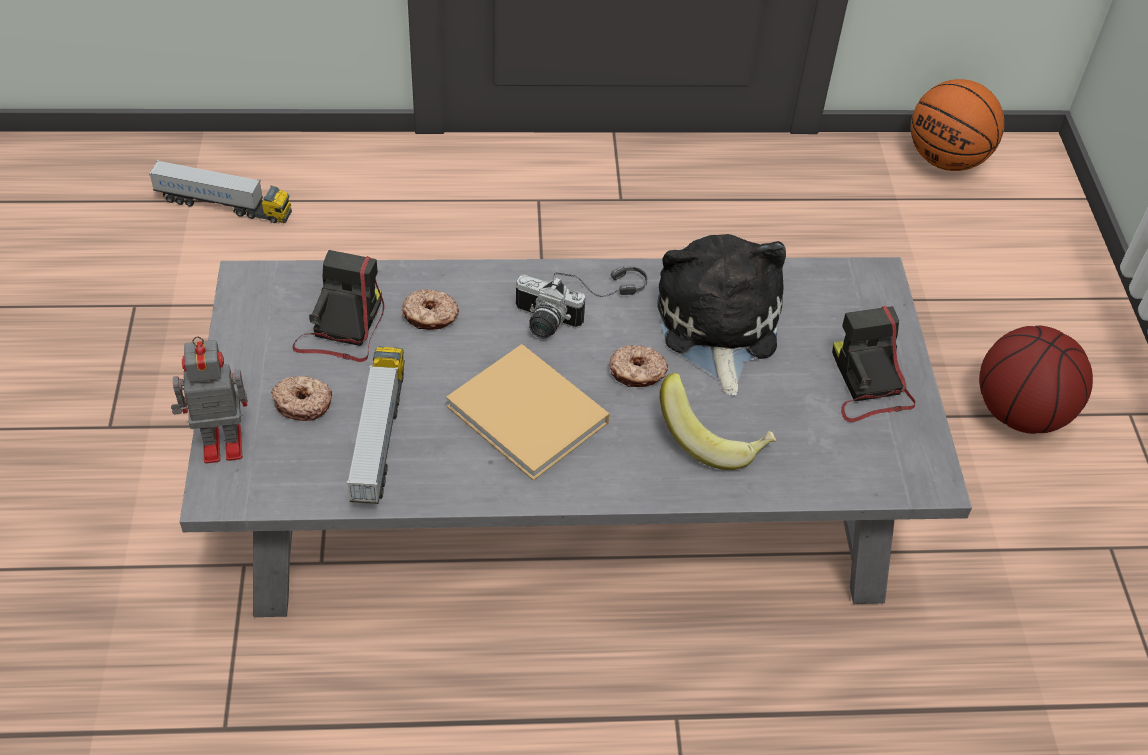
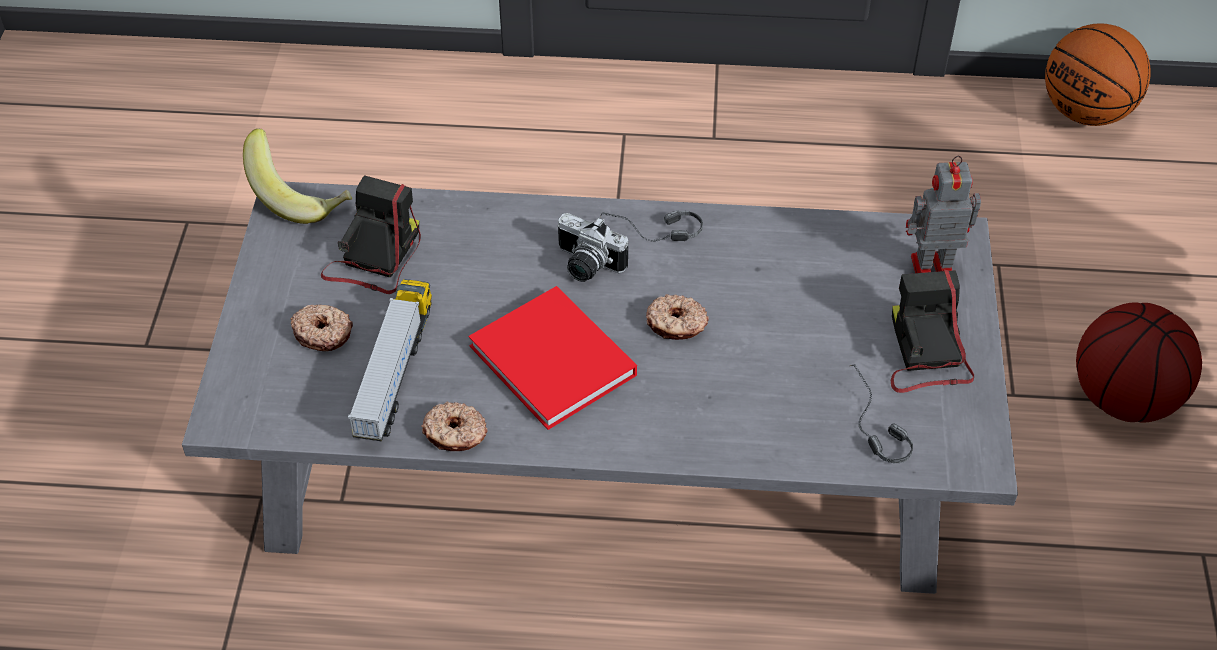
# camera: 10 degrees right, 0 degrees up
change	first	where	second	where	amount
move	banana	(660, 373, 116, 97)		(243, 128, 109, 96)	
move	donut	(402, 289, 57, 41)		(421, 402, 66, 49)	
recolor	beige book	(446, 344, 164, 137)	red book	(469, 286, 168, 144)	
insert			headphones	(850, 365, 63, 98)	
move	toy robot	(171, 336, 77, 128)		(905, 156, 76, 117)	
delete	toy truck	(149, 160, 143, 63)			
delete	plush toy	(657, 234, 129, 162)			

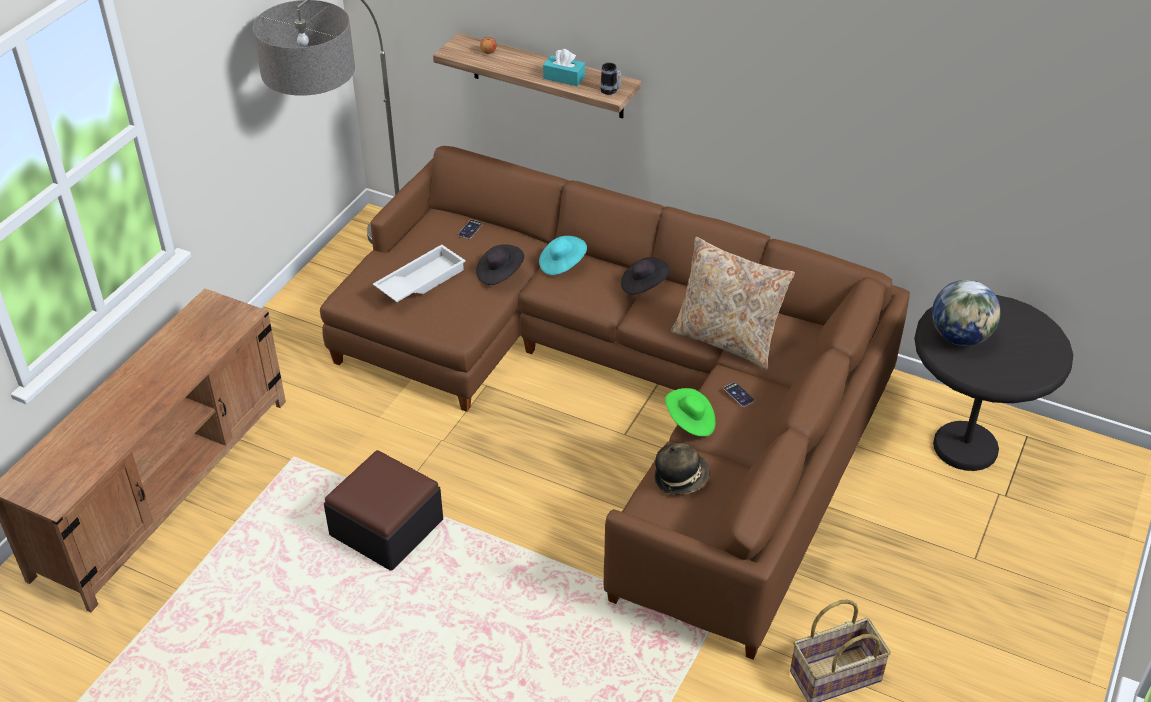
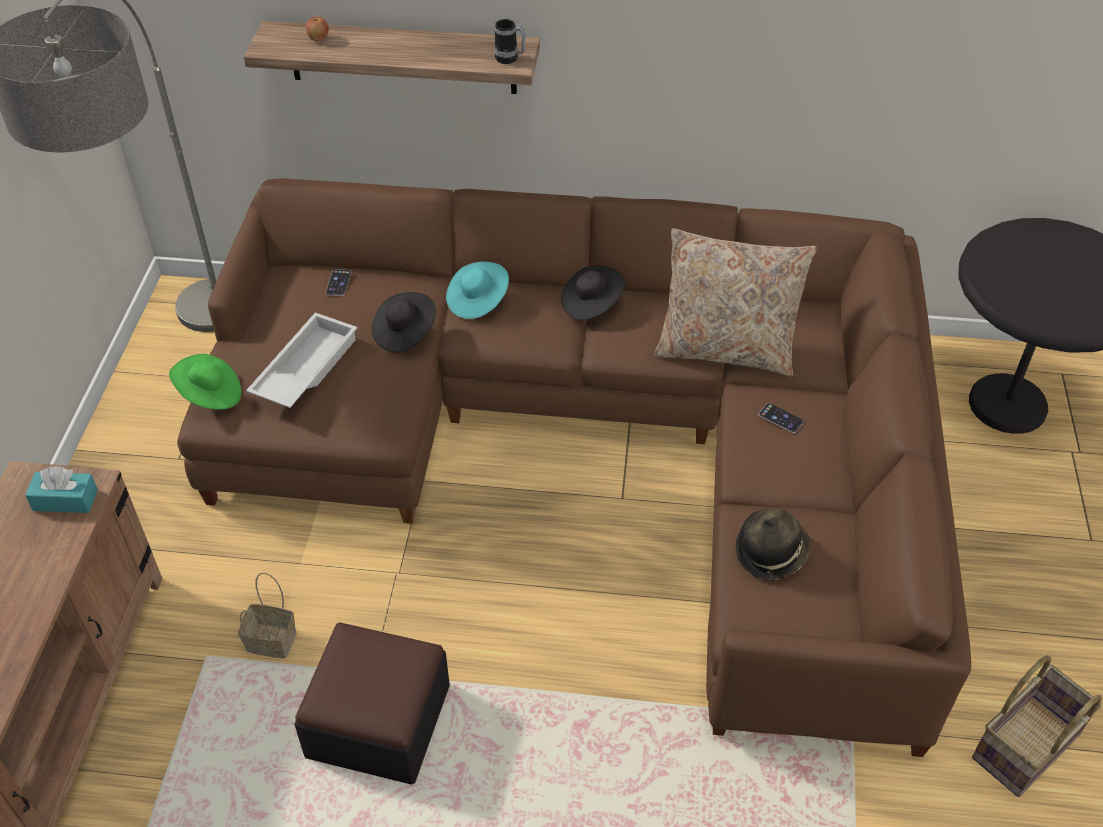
# camera: 20 degrees left, 5 degrees up
change	first	where	second	where	amount
move	turquoise tissue box	(543, 49, 42, 37)		(25, 467, 73, 46)	
move	green hat	(665, 388, 50, 49)		(169, 354, 72, 56)	
insert			basket	(238, 573, 58, 85)	
delete	globe	(932, 279, 69, 67)			

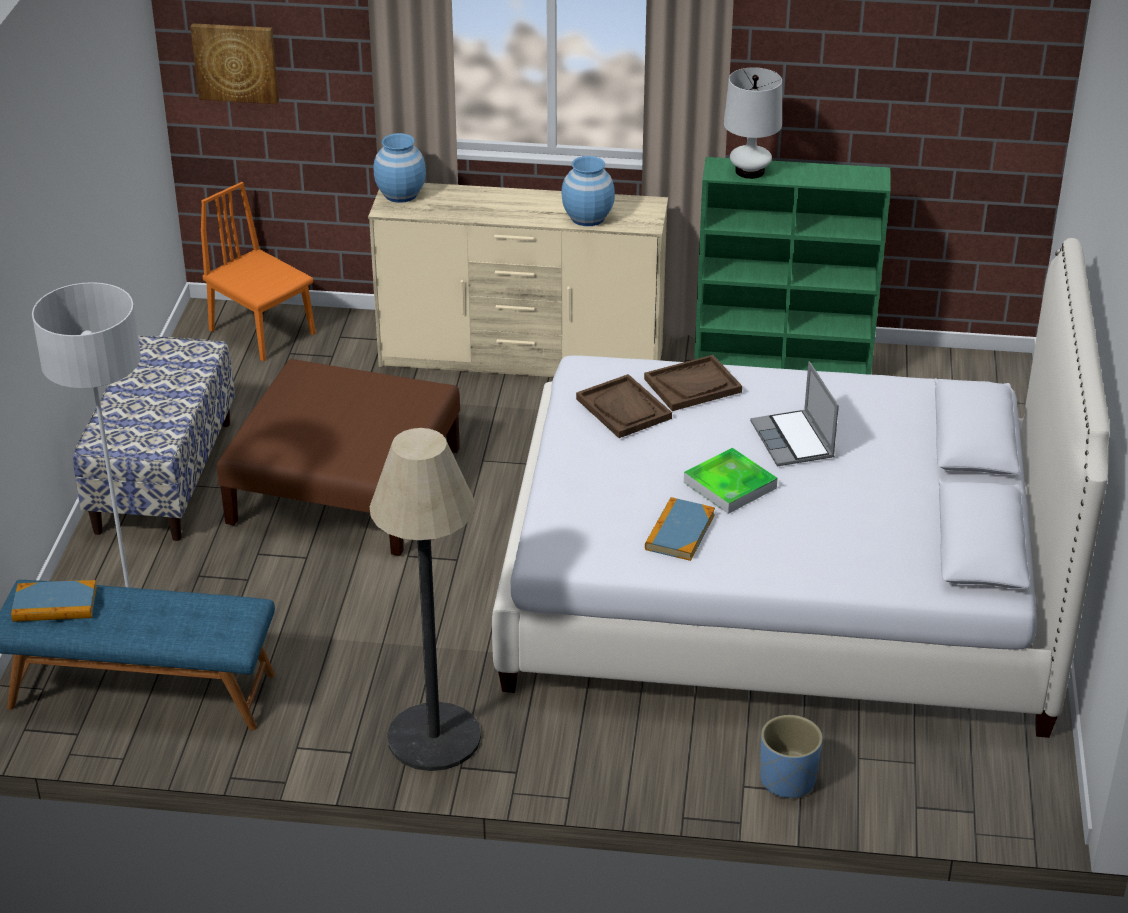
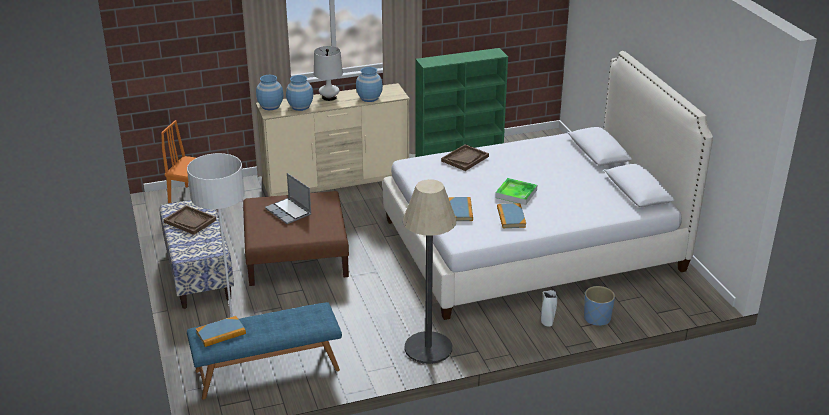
# camera: 25 degrees left, 5 degrees down
change	first	where	second	where	amount
move	brown tray	(576, 374, 96, 64)		(164, 205, 52, 30)	
move	laptop	(750, 362, 89, 104)		(265, 173, 47, 51)	
insert			blue vase	(286, 75, 27, 36)	
move	white table lamp	(724, 67, 58, 112)		(314, 46, 29, 55)	
insert			book	(448, 197, 25, 24)	
insert			white vase	(541, 290, 16, 37)	
delete	picture	(190, 23, 89, 81)			

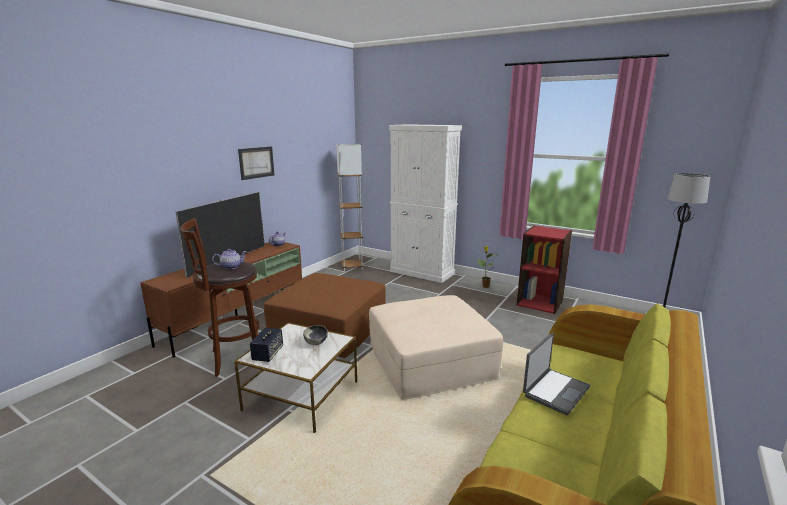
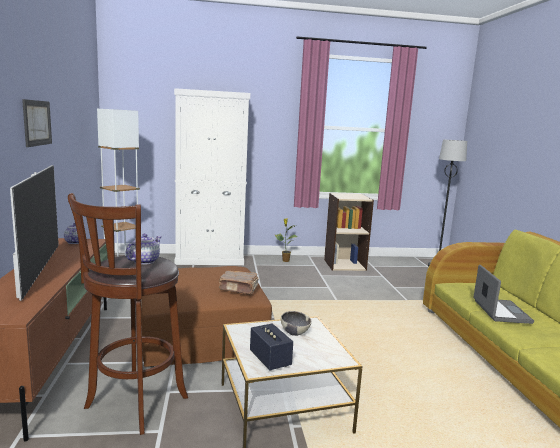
# camera: 40 degrees left, 5 degrees down
change	first	where	second	where	amount
insert			brown book	(219, 270, 40, 25)	
recolor	red bookcase	(517, 225, 55, 89)	beige bookcase	(324, 193, 50, 78)	
delete	beige ottoman	(369, 295, 134, 105)			

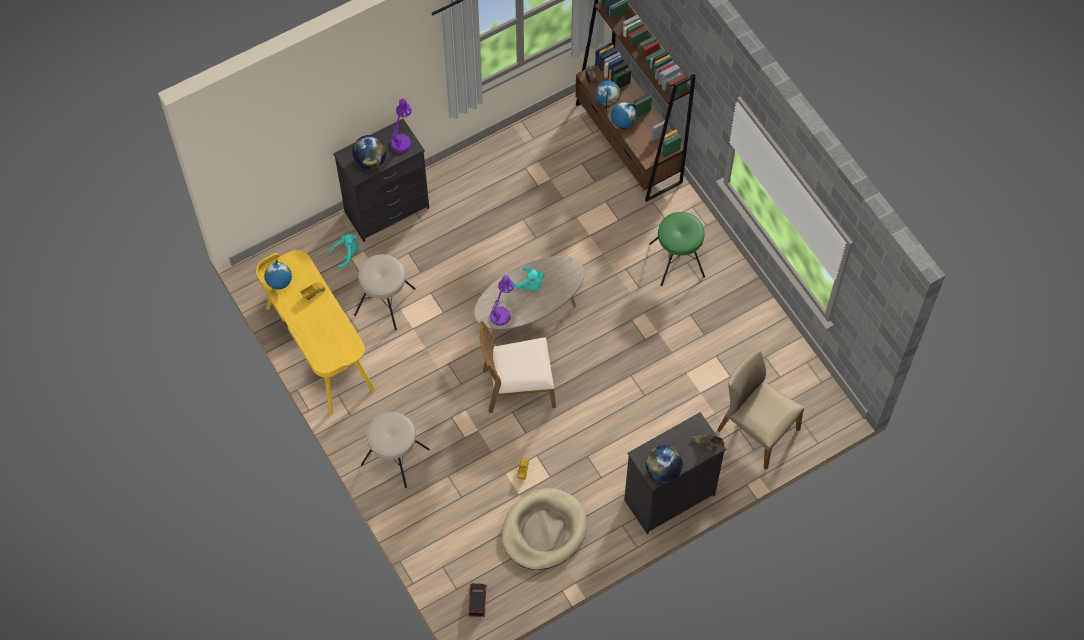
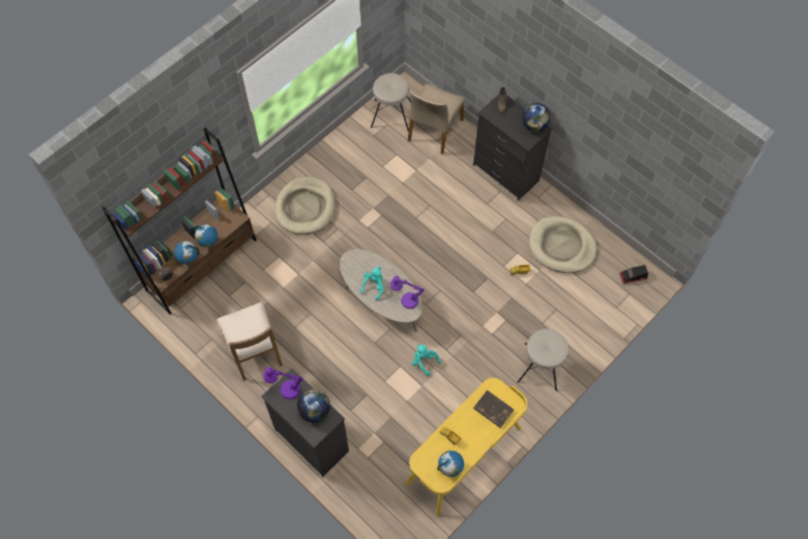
# camera: 105 degrees left, 0 degrees up
change	first	where	second	where	amount
move	brown chair	(480, 321, 76, 92)		(217, 302, 66, 79)	
replace	green stool	(649, 212, 56, 74)	beige dog bed	(275, 177, 60, 58)	
move	beige stool	(354, 254, 62, 76)		(371, 73, 40, 58)	
move	turquoise plush toy	(329, 234, 30, 34)		(412, 344, 29, 32)	
insert			brown book	(473, 390, 41, 38)	

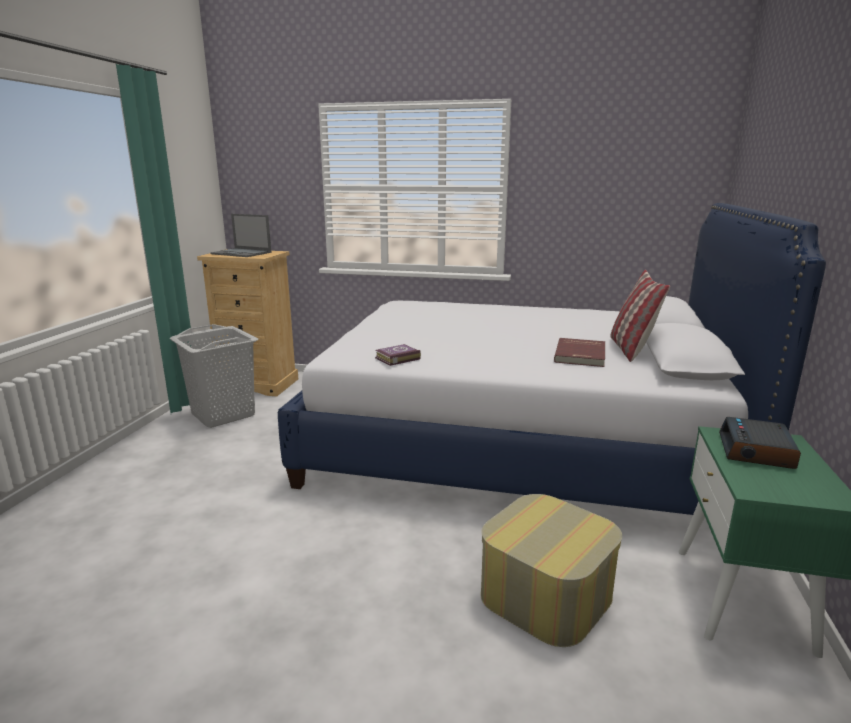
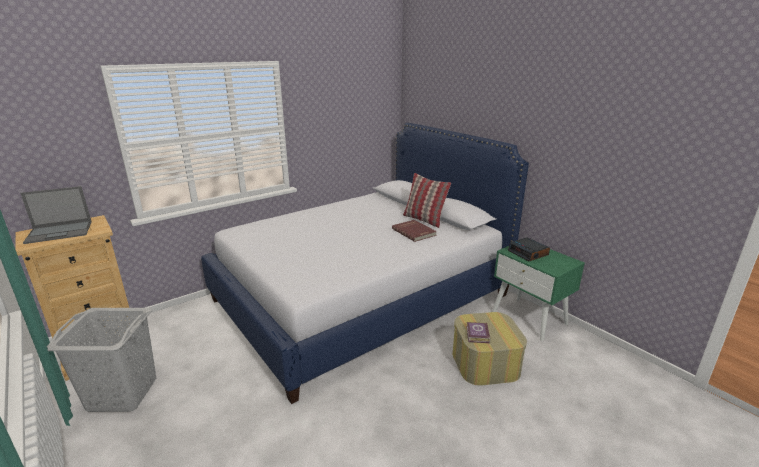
# camera: 50 degrees left, 5 degrees up
change	first	where	second	where	amount
move	book	(375, 344, 46, 22)		(466, 322, 24, 21)	

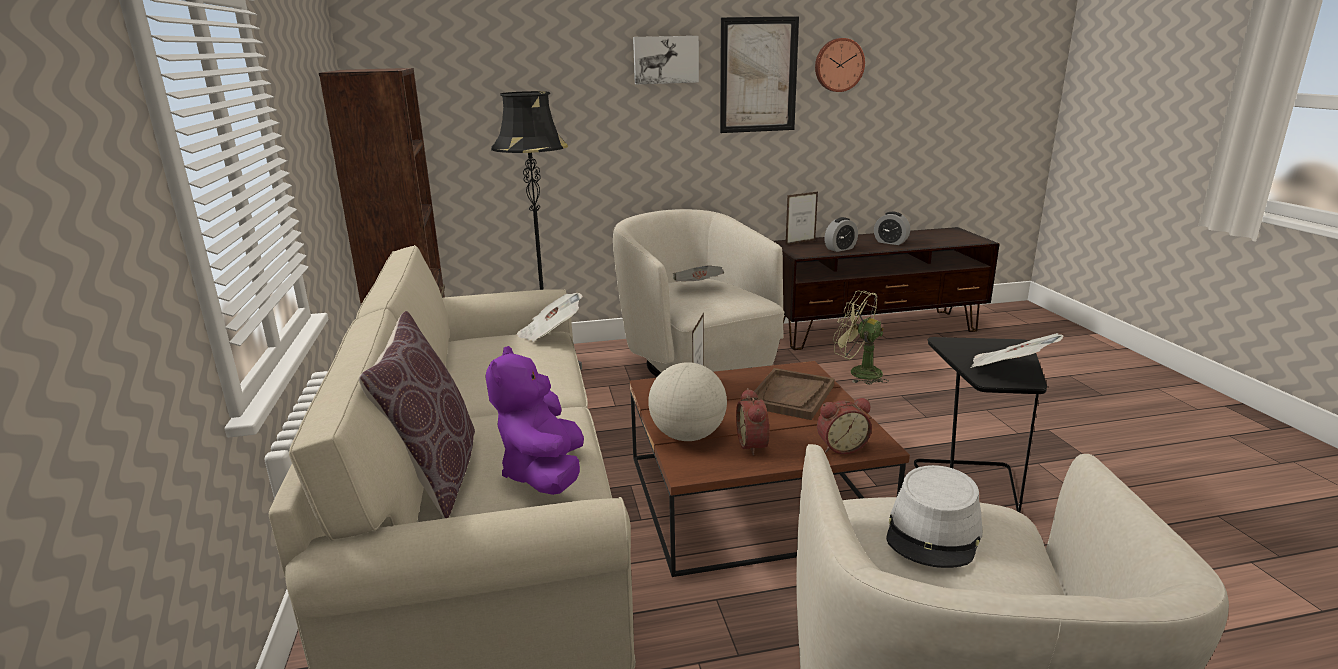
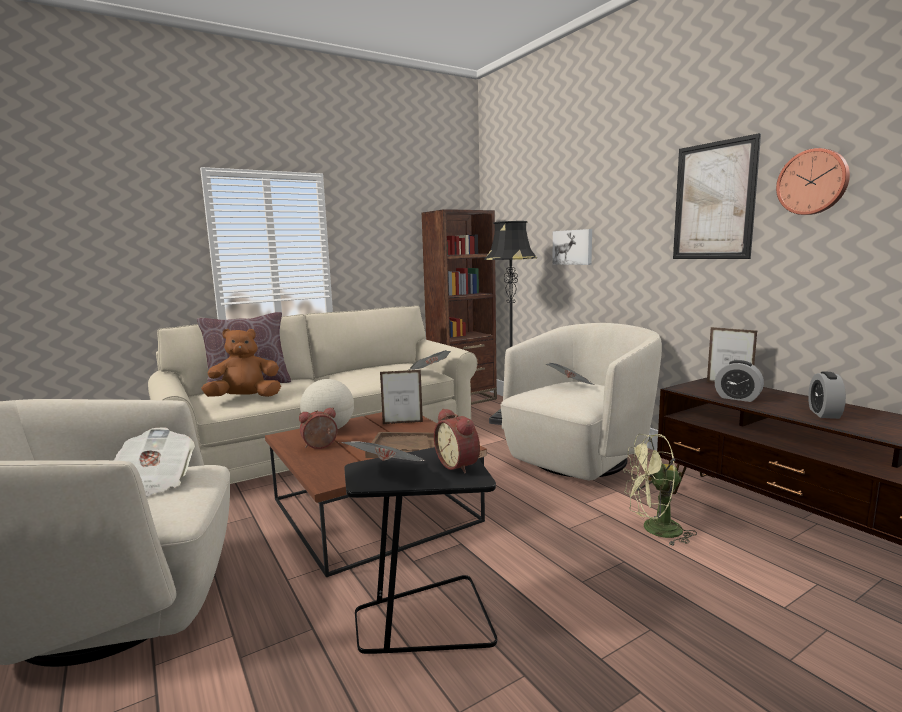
# camera: 70 degrees right, 10 degrees down
change	first	where	second	where	amount
replace	grey hat	(886, 465, 97, 103)	newspaper	(114, 427, 81, 70)	
recolor	purple plush toy	(485, 346, 99, 149)	brown plush toy	(202, 329, 79, 68)	
move	alarm clock	(817, 398, 55, 56)		(434, 408, 46, 65)	
move	picture	(633, 36, 66, 48)		(552, 229, 40, 36)	
rotate	green fan	(833, 291, 56, 94)		(623, 434, 74, 112)	105 degrees counterclockwise

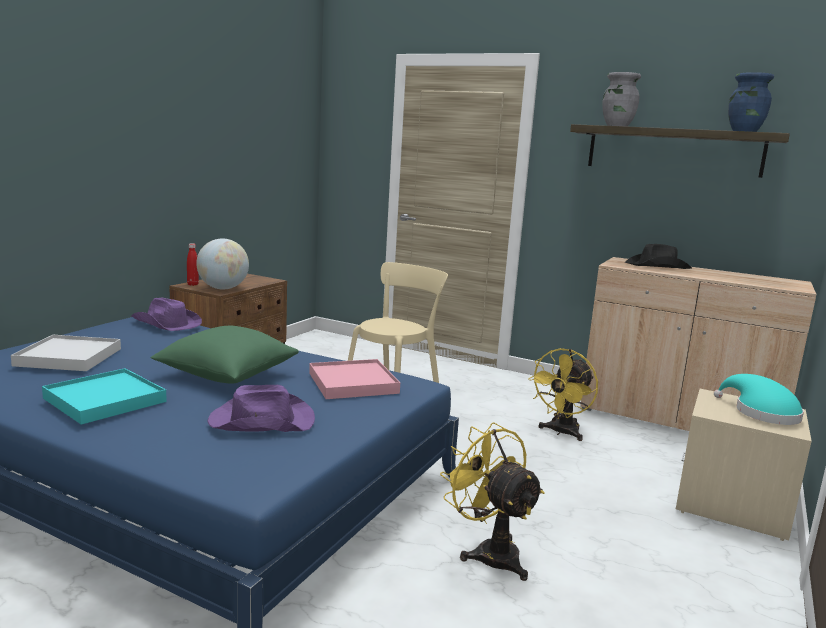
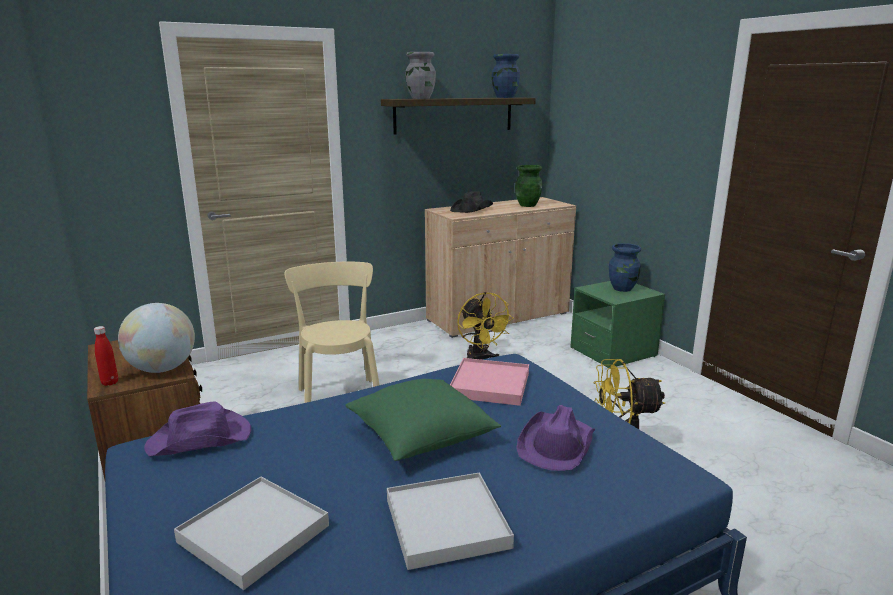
# camera: 55 degrees left, 5 degrees up
change	first	where	second	where	amount
recolor	turquoise tray	(42, 368, 125, 57)	white tray	(387, 472, 127, 98)	
insert			green vase	(515, 165, 27, 42)	
recolor	beige nightstand	(676, 389, 136, 152)	green nightstand	(570, 281, 95, 87)	
replace	turquoise hat	(714, 374, 90, 51)	blue vase	(609, 243, 32, 49)	

